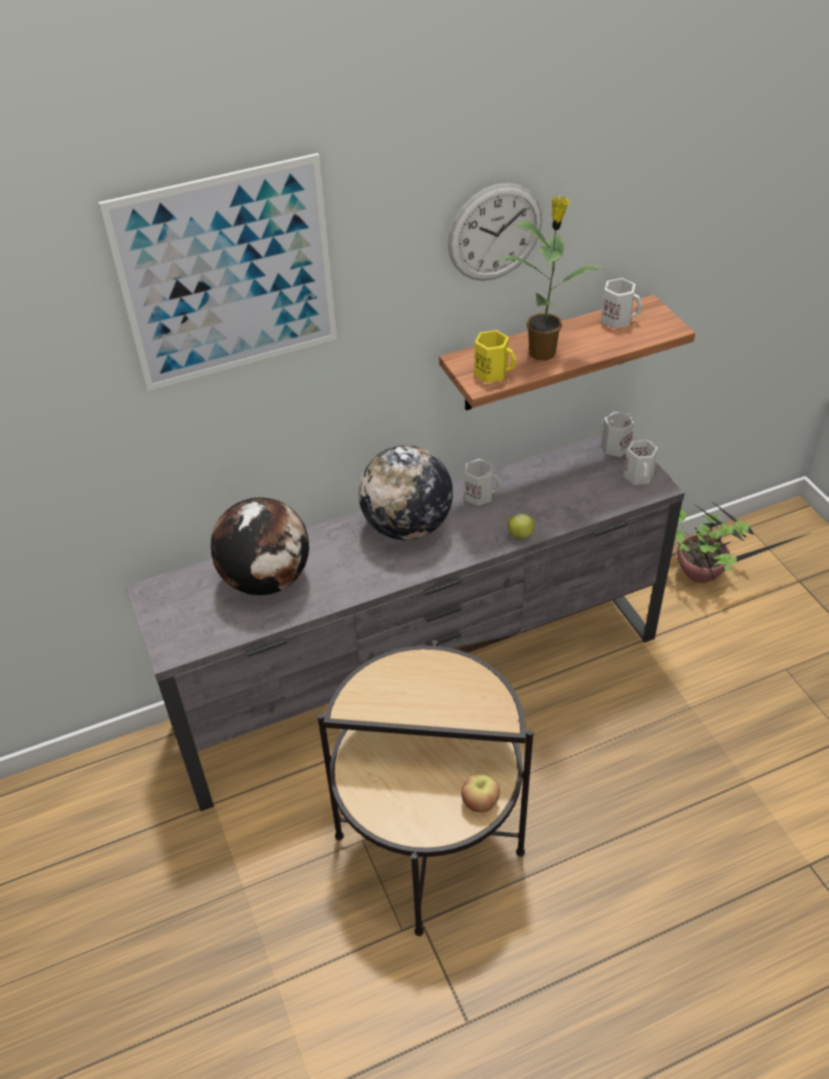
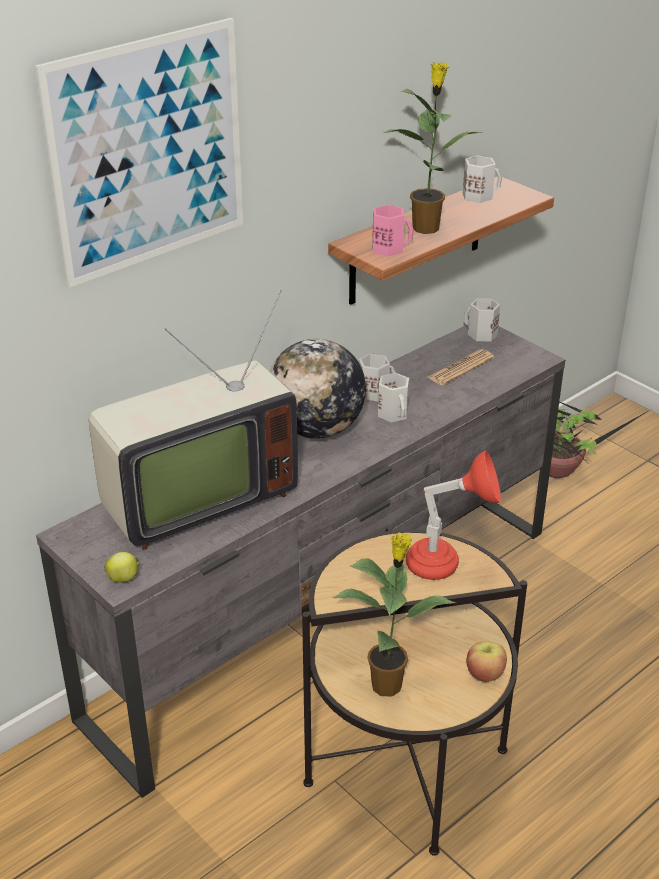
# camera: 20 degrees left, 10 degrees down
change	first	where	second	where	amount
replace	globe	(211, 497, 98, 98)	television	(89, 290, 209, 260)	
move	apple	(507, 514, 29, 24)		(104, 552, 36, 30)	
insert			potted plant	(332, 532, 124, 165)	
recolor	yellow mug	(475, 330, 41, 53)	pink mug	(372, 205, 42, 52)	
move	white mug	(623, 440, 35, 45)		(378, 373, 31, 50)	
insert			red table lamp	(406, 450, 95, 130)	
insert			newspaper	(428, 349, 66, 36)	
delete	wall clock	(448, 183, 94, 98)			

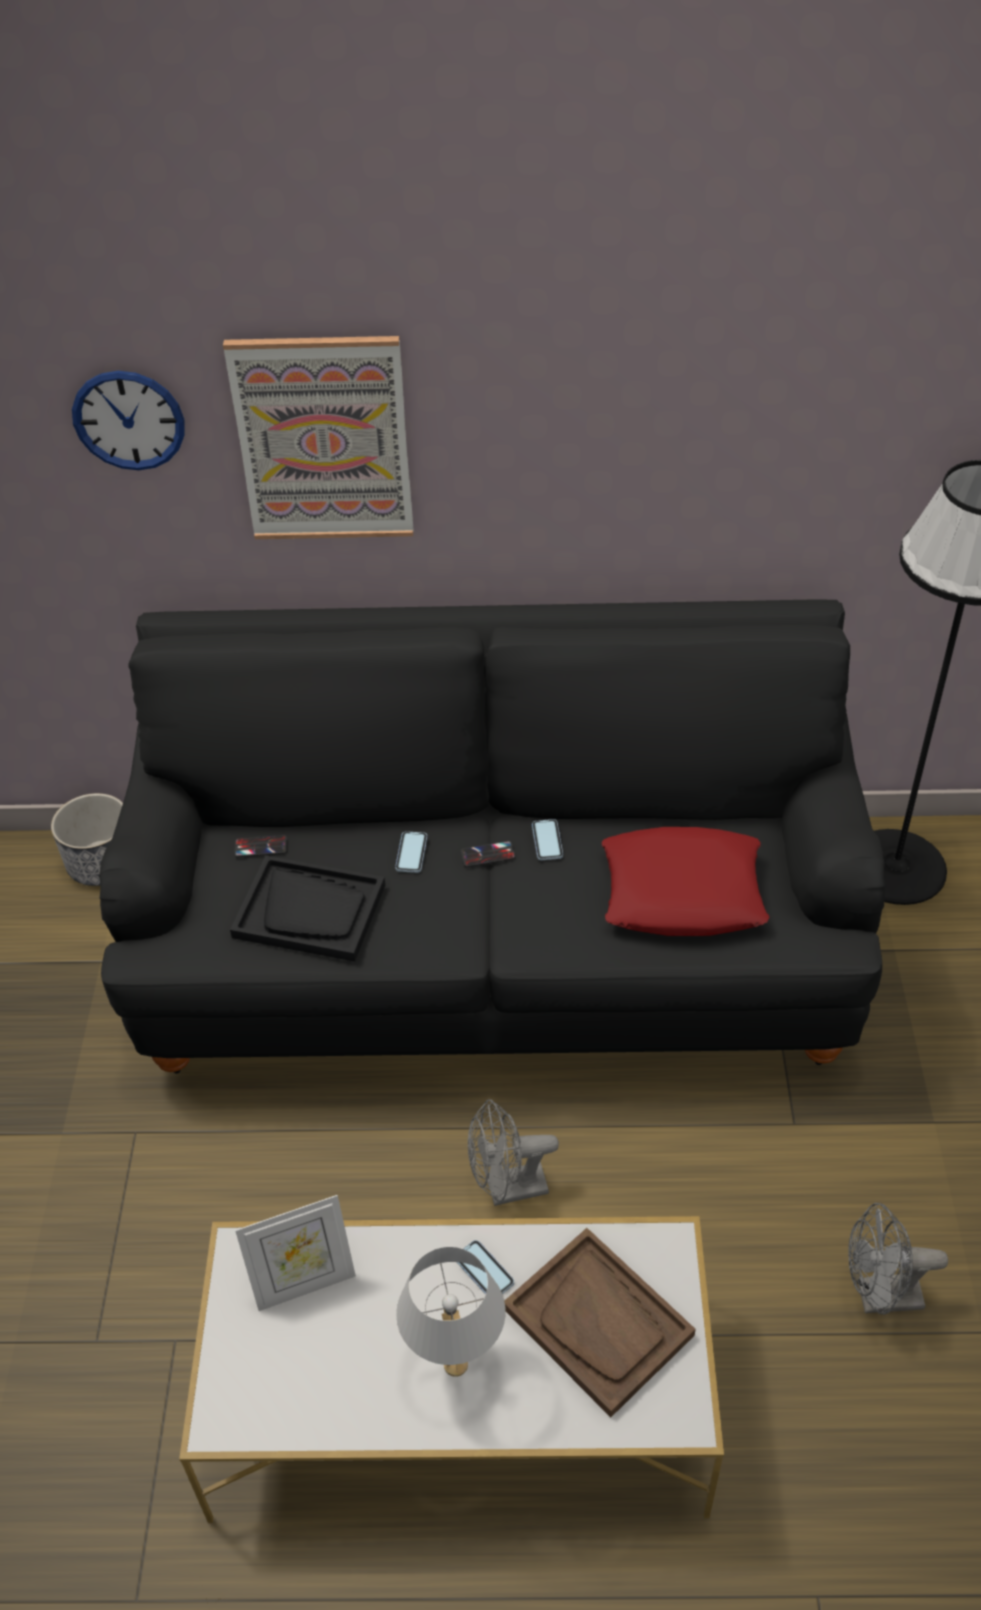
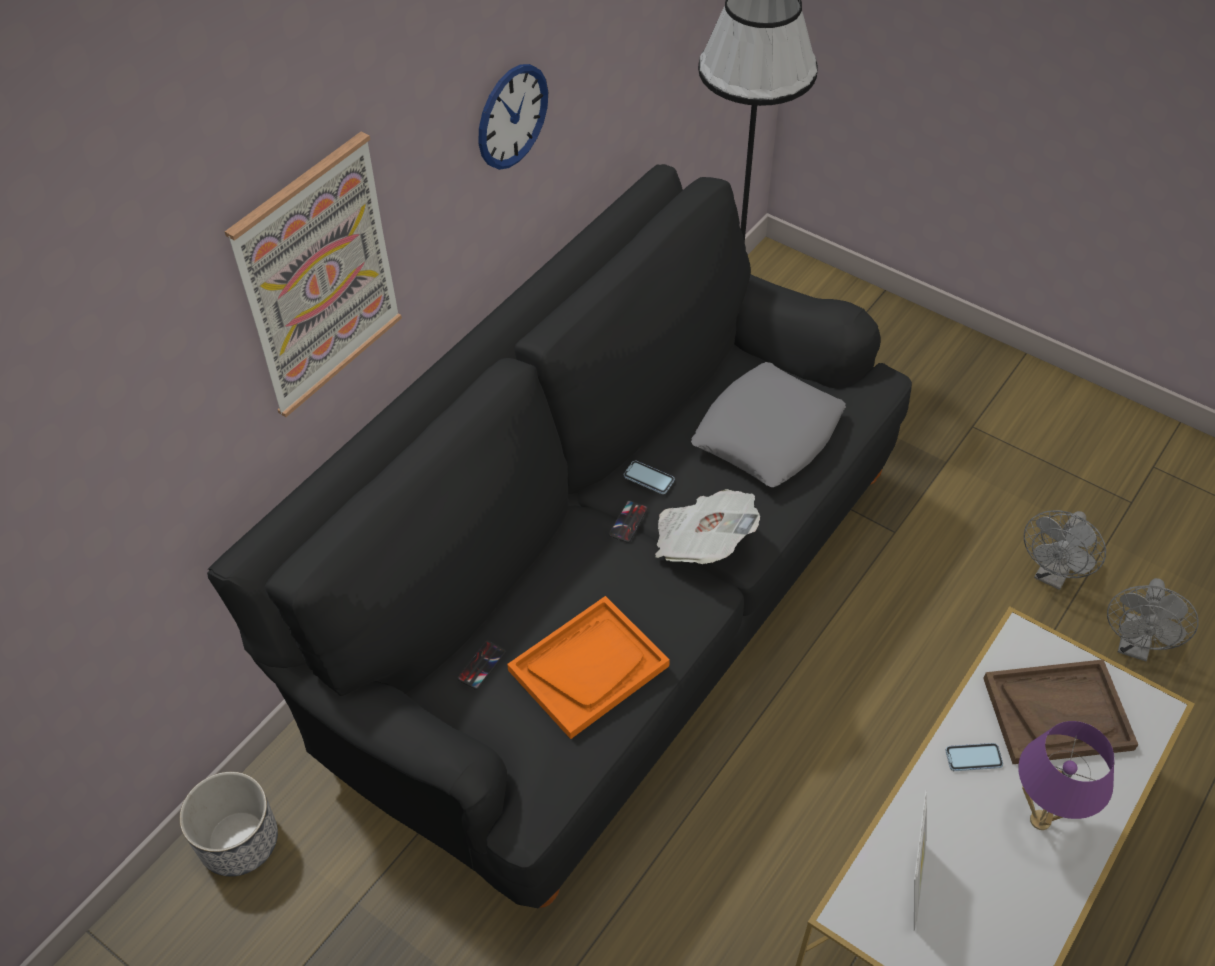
# camera: 55 degrees left, 5 degrees up
change	first	where	second	where	amount
move	wall clock	(72, 371, 113, 99)		(478, 64, 70, 106)	
recolor	black tray	(230, 856, 155, 106)	orange tray	(507, 596, 163, 143)	
insert			newspaper	(655, 489, 105, 75)	
recolor	red pillow	(602, 827, 167, 109)	grey pillow	(691, 362, 155, 125)	
recolor	white table lamp	(396, 1247, 110, 130)	purple table lamp	(1018, 721, 96, 109)	
move	grey fan	(468, 1099, 91, 107)		(1107, 578, 92, 83)	
delete	phone	(395, 831, 32, 42)			

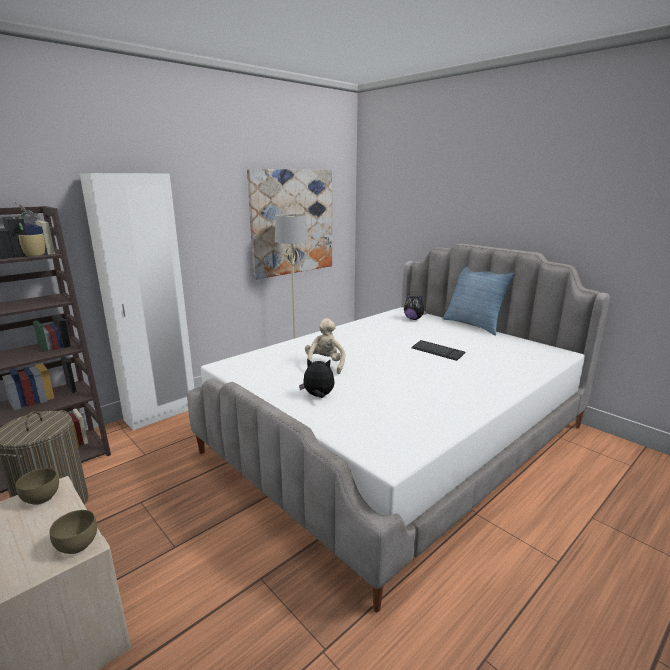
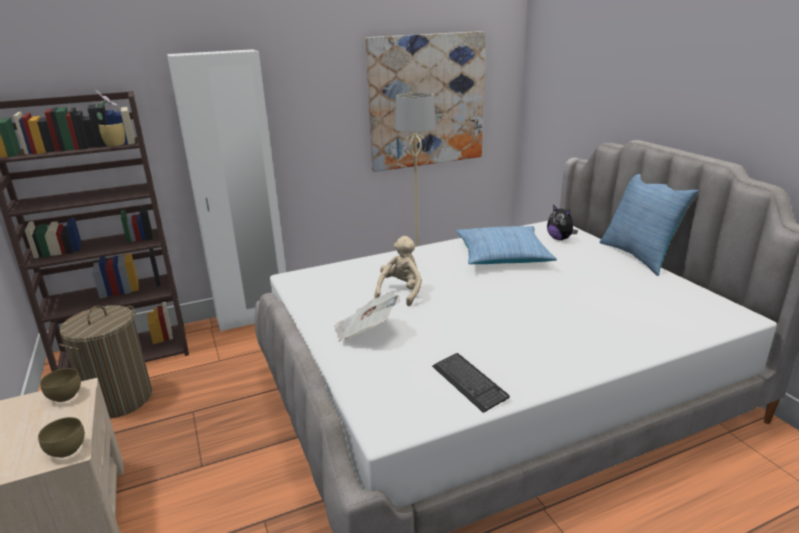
# camera: 20 degrees right, 5 degrees up
change	first	where	second	where	amount
replace	plush toy	(299, 358, 36, 40)	newspaper	(334, 292, 66, 50)	
move	keyboard	(411, 340, 55, 21)		(432, 353, 78, 60)	
insert			pillow	(456, 226, 101, 38)	

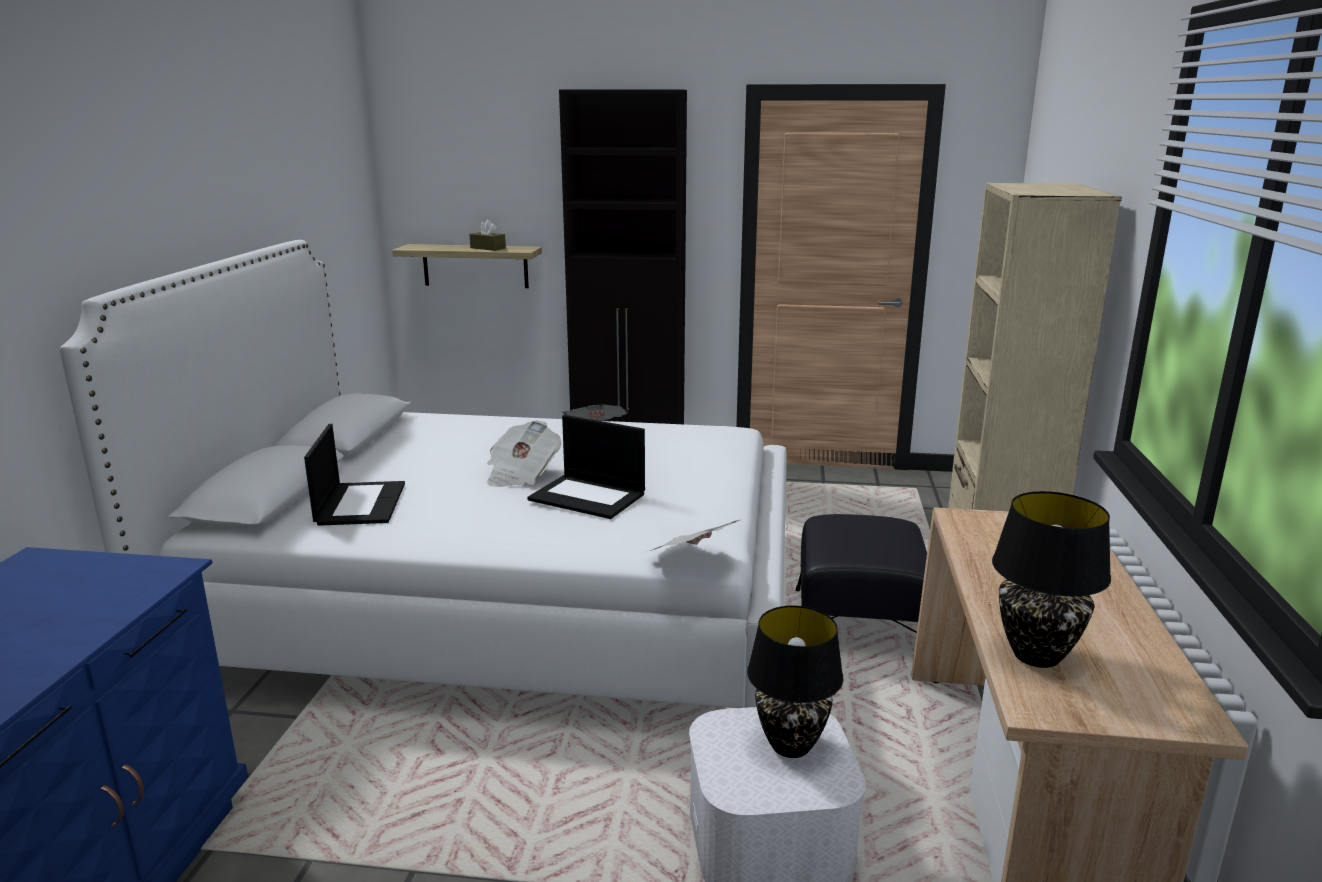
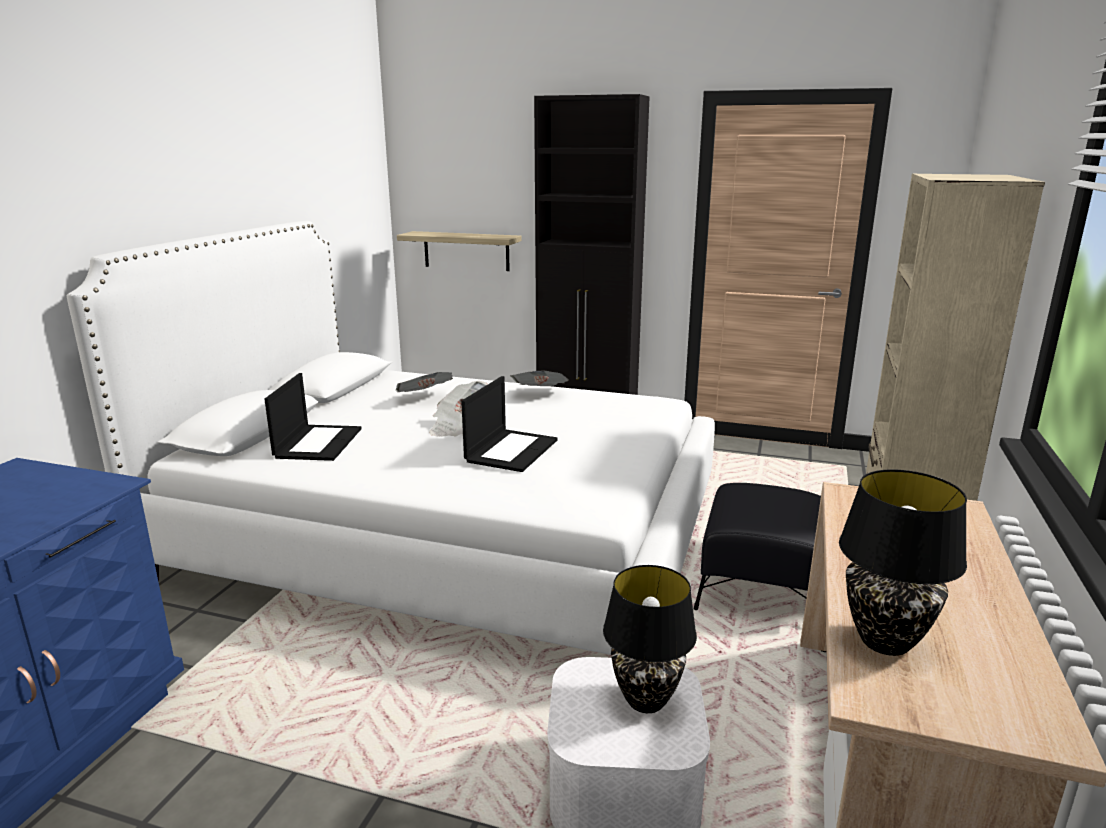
# camera: 10 degrees right, 0 degrees up
change	first	where	second	where	amount
move	newspaper	(650, 520, 89, 31)		(396, 372, 57, 20)	
rotate	laptop	(527, 415, 118, 104)		(461, 376, 96, 96)	105 degrees counterclockwise
delete	brown tissue box	(469, 220, 37, 31)			

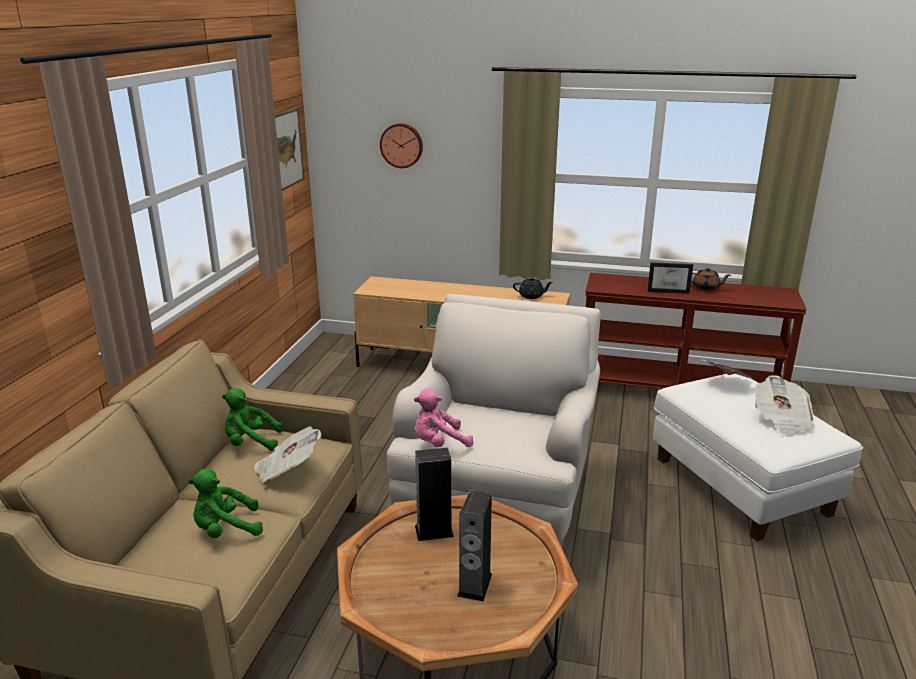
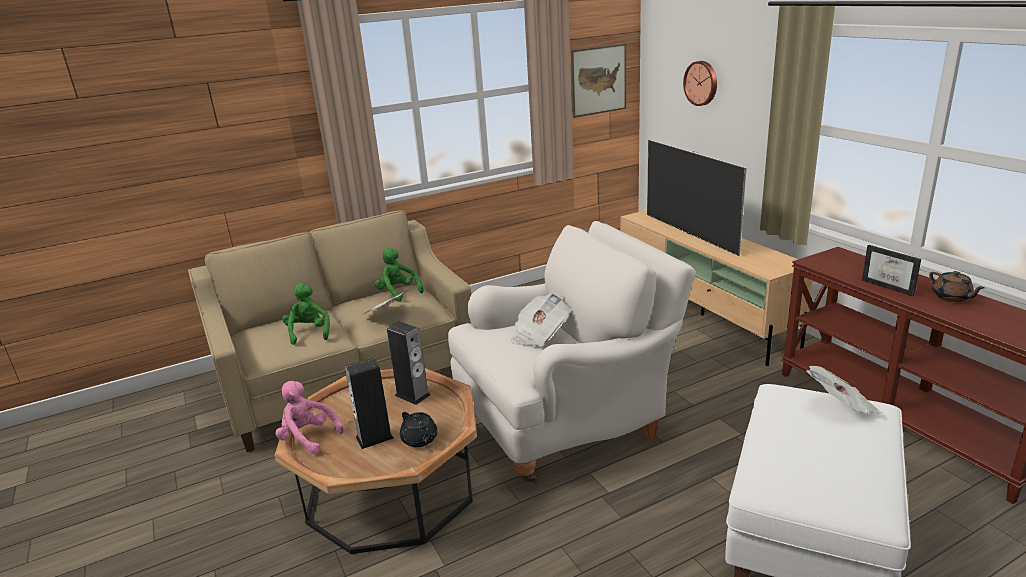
# camera: 50 degrees right, 0 degrees up
change	first	where	second	where	amount
move	pink plush toy	(414, 389, 59, 58)		(275, 381, 69, 73)	
rotate	green plush toy	(188, 469, 75, 69)		(282, 283, 48, 62)	45 degrees clockwise
move	black teapot	(513, 277, 40, 22)		(400, 412, 37, 35)	
move	newspaper	(755, 375, 59, 62)		(511, 293, 58, 53)	
insert			television	(647, 140, 100, 116)	

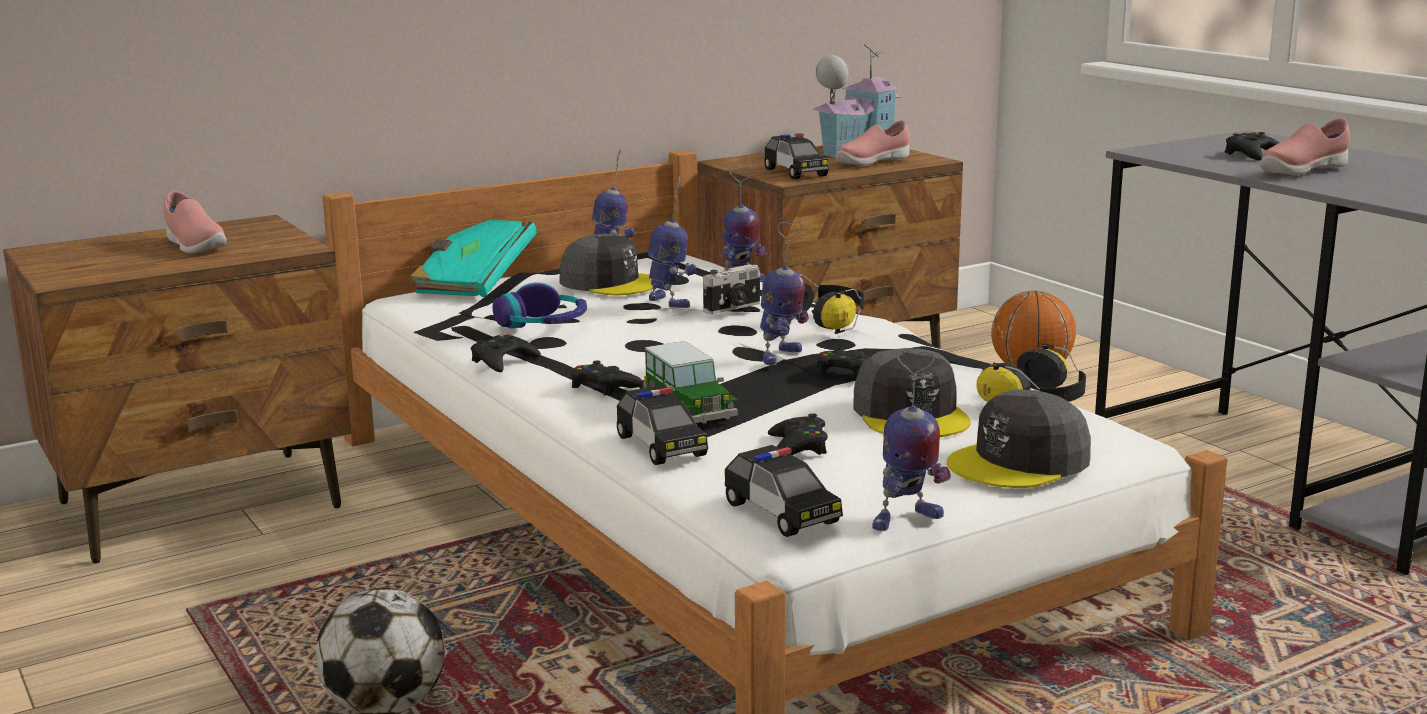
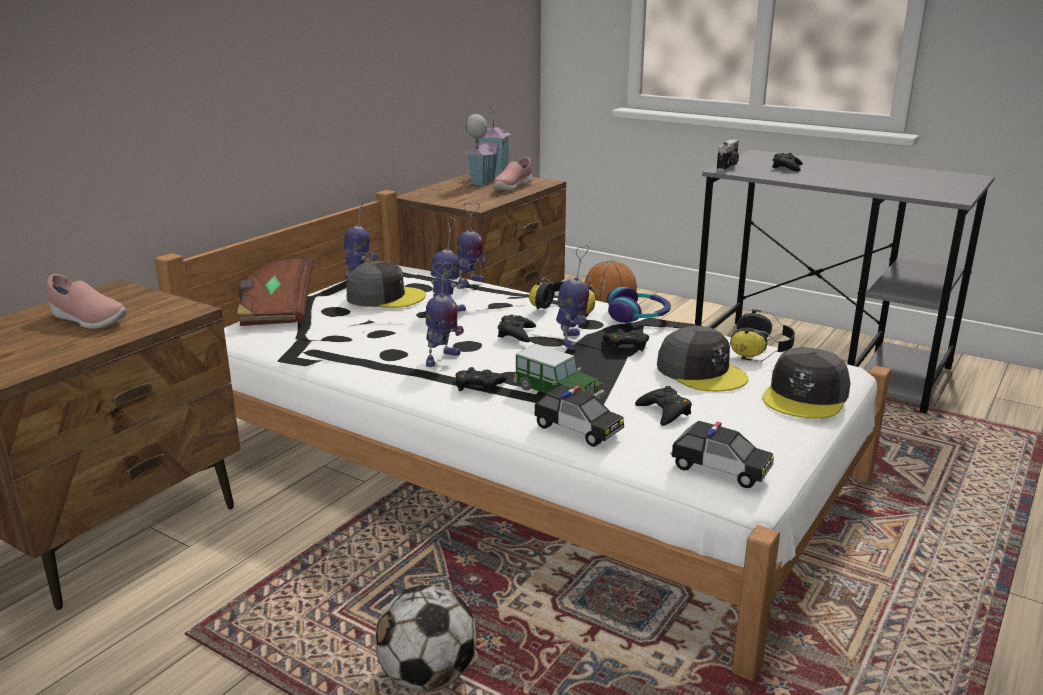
# camera: 25 degrees left, 5 degrees up
change	first	where	second	where	amount
recolor	turquoise book	(410, 220, 127, 77)	brown book	(236, 258, 77, 68)	
move	toy robot	(872, 350, 79, 181)		(426, 262, 38, 105)	
move	black game controller	(471, 334, 70, 38)		(498, 315, 38, 27)	
move	headphones	(493, 282, 94, 47)		(607, 287, 64, 36)	
move	photo camera	(703, 264, 58, 50)		(717, 139, 22, 32)	
delete	toy car	(764, 133, 65, 46)			
delete	pink shoe	(1260, 118, 90, 57)			

